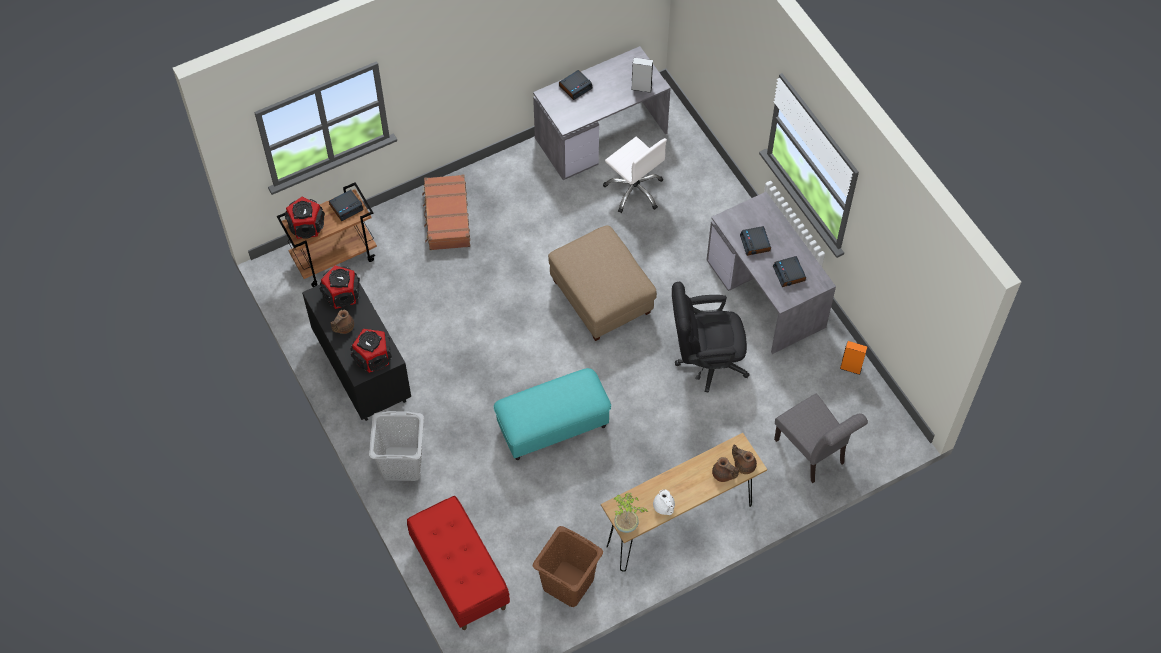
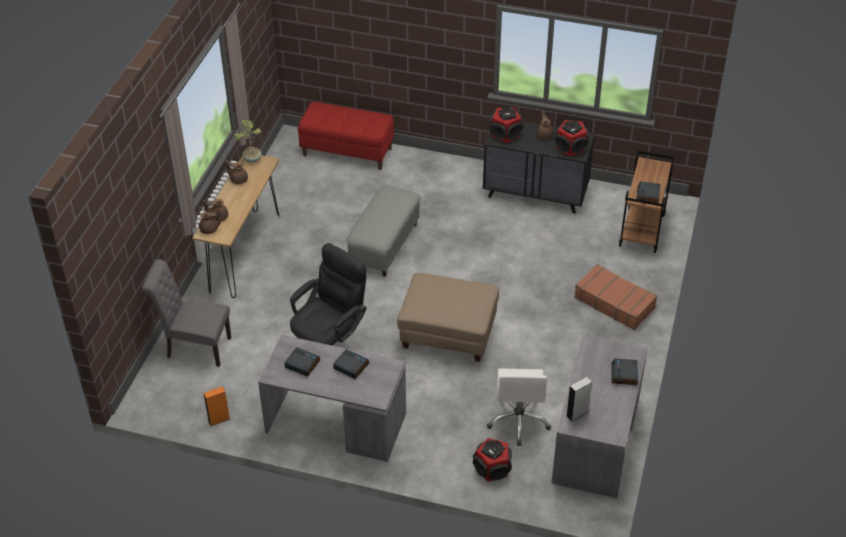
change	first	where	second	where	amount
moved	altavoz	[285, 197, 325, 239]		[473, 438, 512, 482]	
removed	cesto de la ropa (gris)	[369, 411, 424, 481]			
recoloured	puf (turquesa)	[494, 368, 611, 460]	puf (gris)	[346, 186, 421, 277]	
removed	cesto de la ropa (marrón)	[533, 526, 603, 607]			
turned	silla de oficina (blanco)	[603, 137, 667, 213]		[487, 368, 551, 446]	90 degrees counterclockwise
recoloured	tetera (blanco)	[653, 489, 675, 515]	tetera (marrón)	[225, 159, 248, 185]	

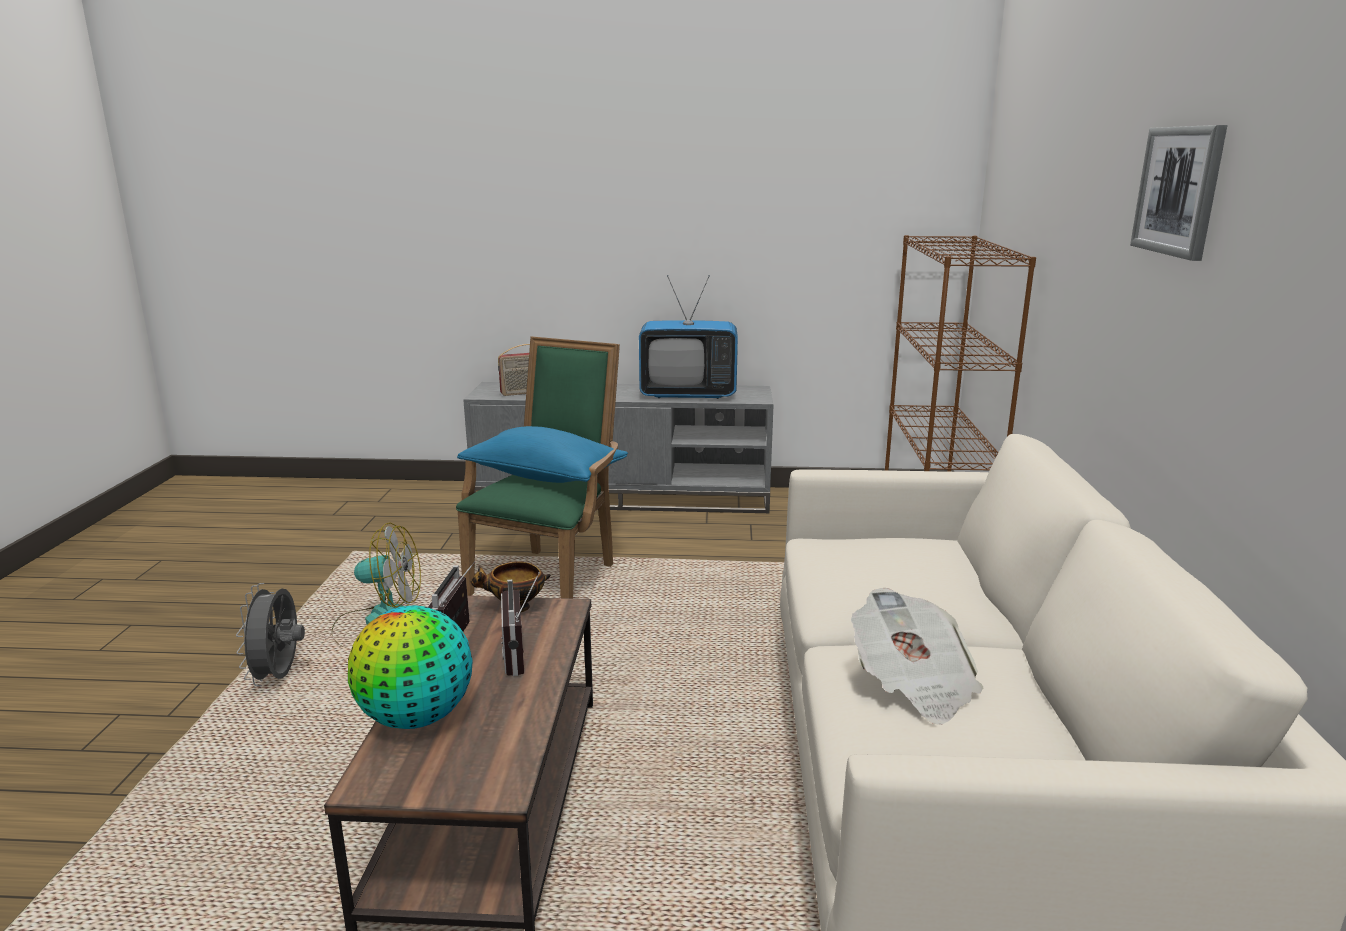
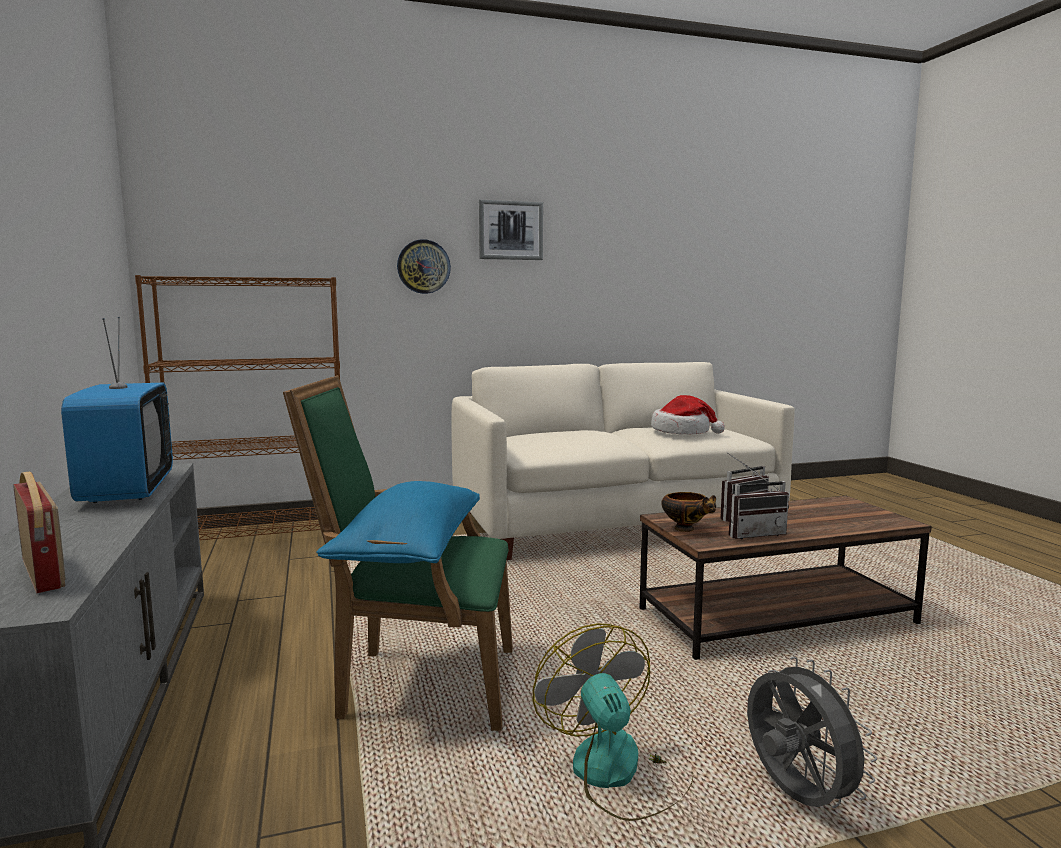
change	first	where	second	where	amount
turned	ventilador (gris)	[236, 583, 305, 686]		[747, 657, 877, 808]	90 degrees counterclockwise
removed	globo terráqueo	[348, 606, 473, 729]			
replaced	periódico	[851, 588, 984, 725]	sombrero	[651, 395, 725, 434]	
added			reloj de pared	[397, 239, 451, 294]	

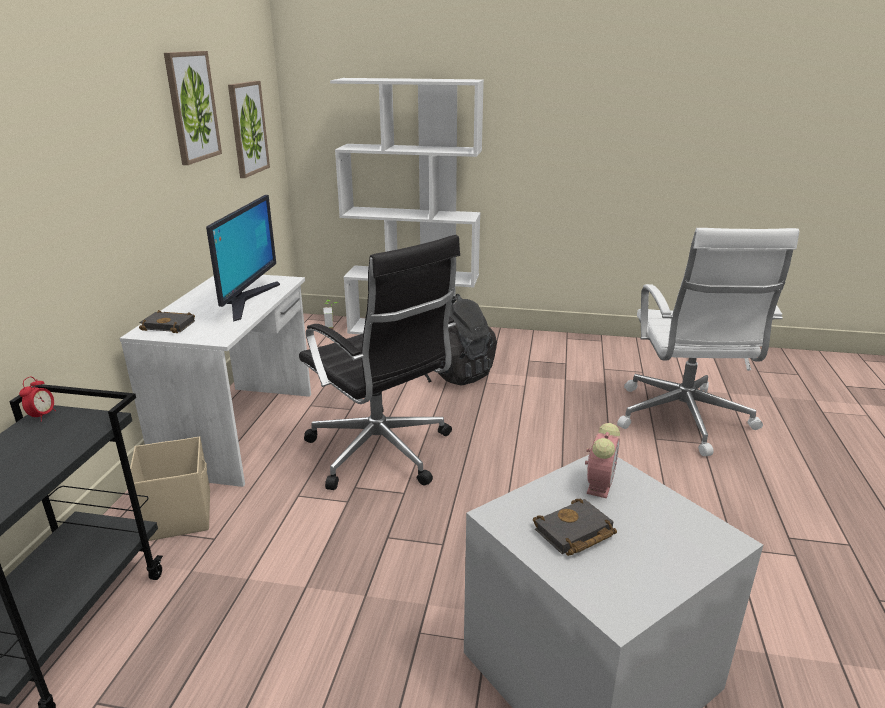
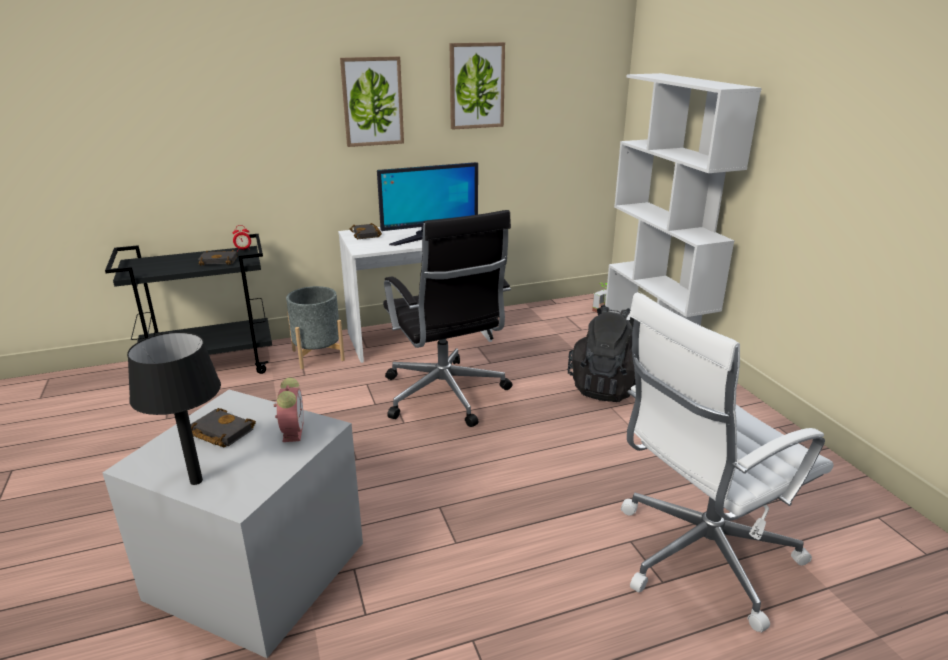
change	first	where	second	where	amount
replaced	caja de almacenaje (beis)	[130, 436, 210, 541]	maceta (gris)	[286, 286, 345, 369]	
moved	cuadro	[228, 81, 270, 178]		[340, 56, 404, 147]	
turned	silla de oficina (negro)	[299, 235, 460, 490]		[383, 210, 513, 427]	45 degrees counterclockwise
turned	despertador	[585, 423, 620, 499]		[274, 378, 304, 442]	90 degrees counterclockwise
added			lámpara de mesa (negro)	[127, 332, 221, 485]	
added			libro (negro)	[198, 250, 238, 265]	

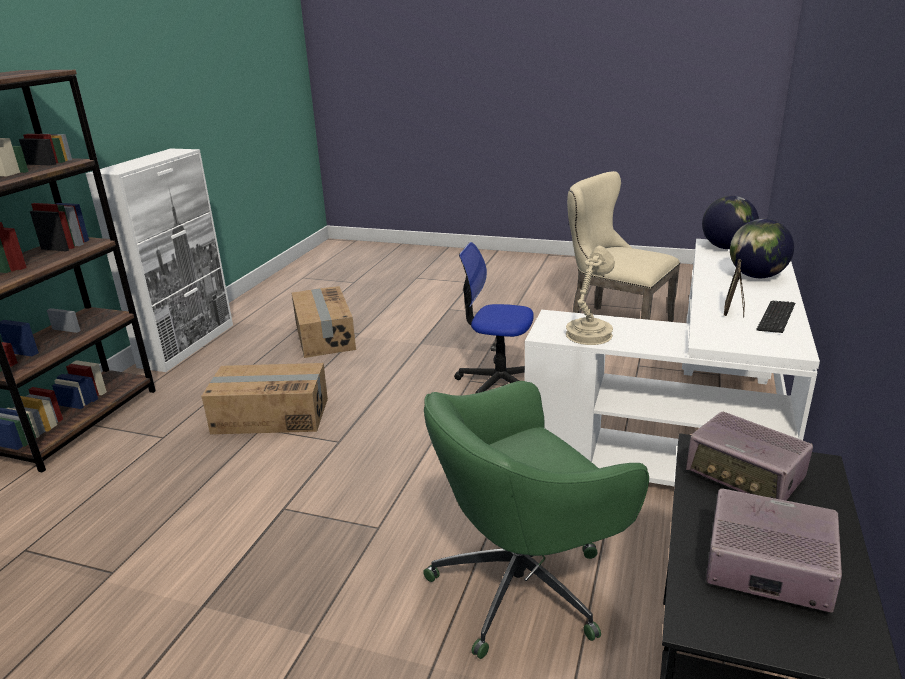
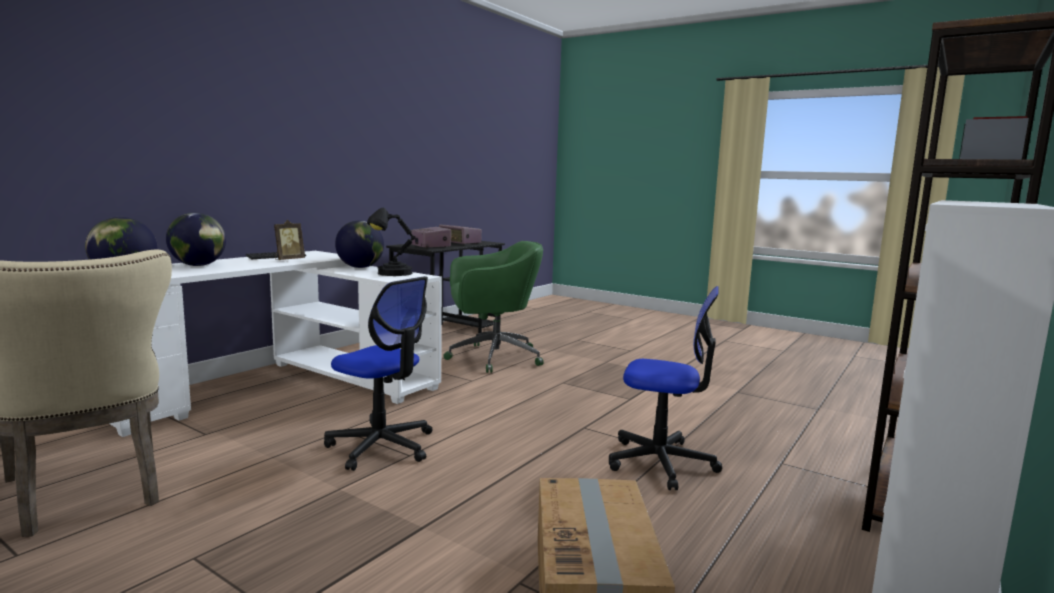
change	first	where	second	where	amount
replaced	caja de cartón	[201, 363, 328, 434]	silla de oficina	[609, 286, 722, 490]	
recoloured	lámpara de mesa (beis)	[566, 246, 615, 345]	lámpara de mesa (negro)	[367, 208, 416, 276]	
added			globo terráqueo	[335, 221, 384, 268]	

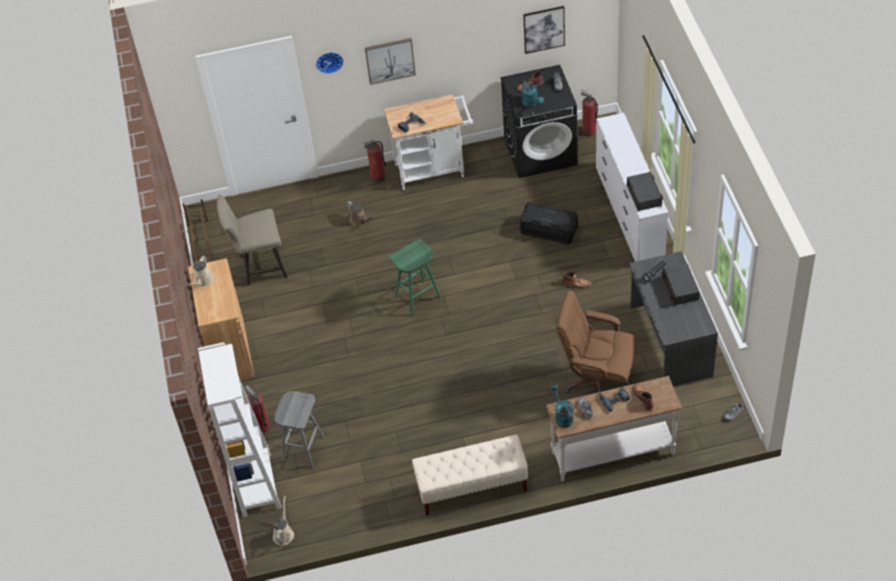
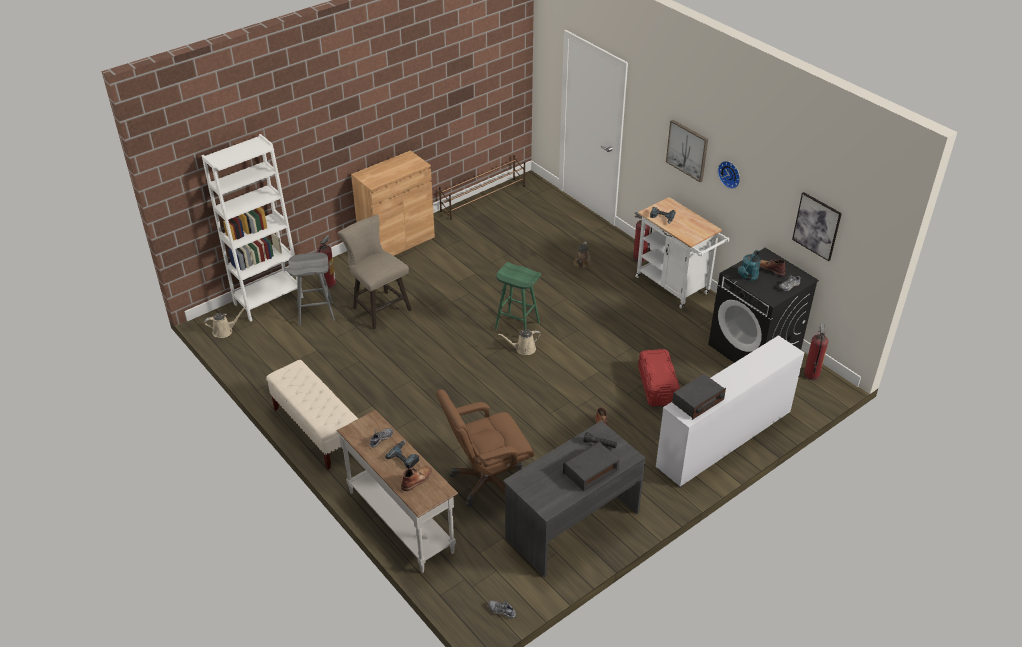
change	first	where	second	where	amount
moved	regadera (beis)	[189, 256, 214, 287]		[498, 330, 541, 355]	
moved	taburete (beis)	[217, 195, 288, 285]		[338, 215, 411, 329]	
moved	reloj de pared	[316, 52, 344, 74]		[718, 161, 740, 189]	
recoloured	caja de almacenaje (negro)	[520, 202, 578, 244]	caja de almacenaje (rojo)	[638, 349, 680, 406]	
removed	regadera (turquesa)	[550, 385, 574, 428]			
turned	silla de oficina (marrón)	[556, 290, 637, 393]		[436, 389, 534, 507]	105 degrees counterclockwise

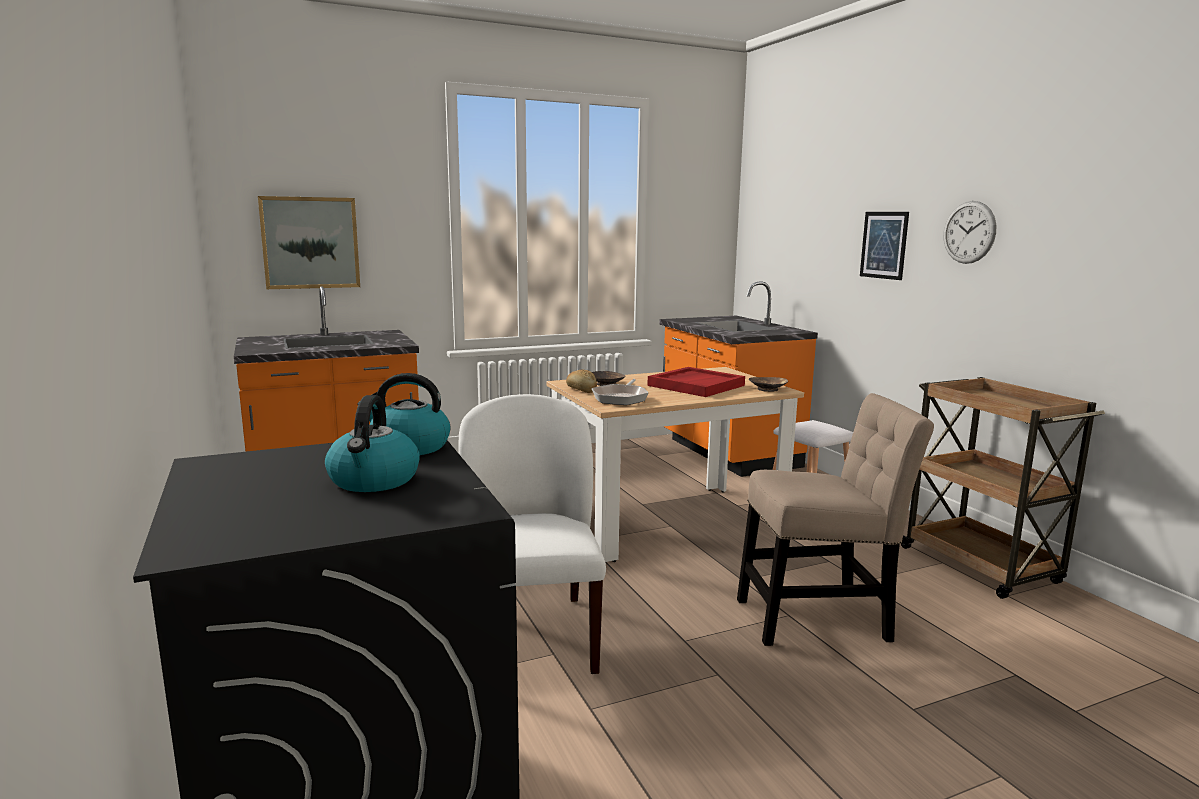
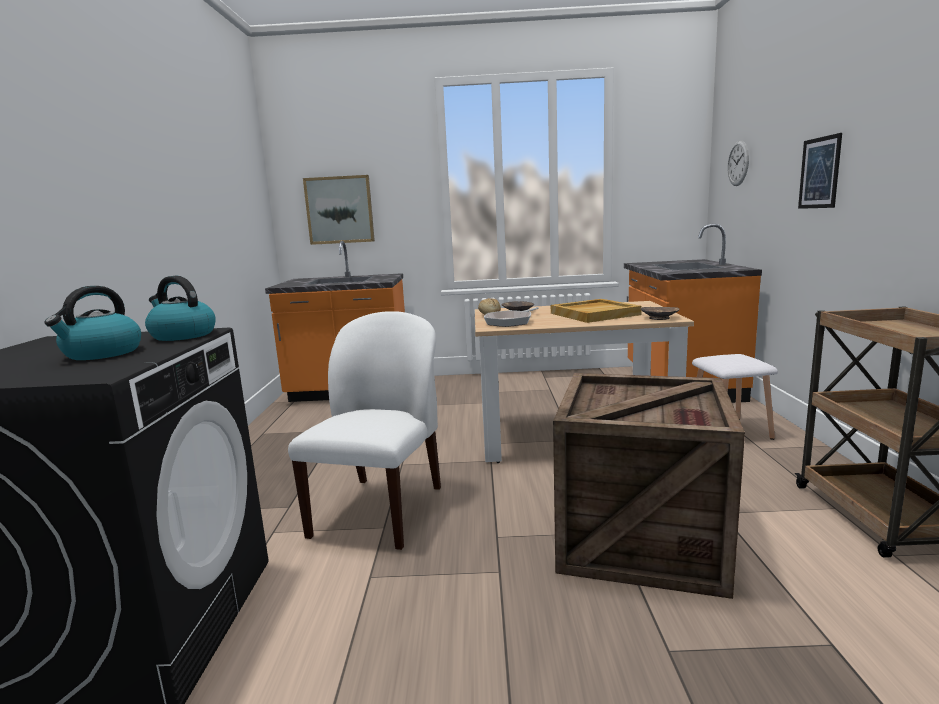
change	first	where	second	where	amount
recoloured	bandeja (rojo)	[647, 367, 745, 397]	bandeja (beis)	[551, 299, 642, 323]	
replaced	silla (beis)	[737, 393, 934, 646]	caja de embalaje	[553, 373, 745, 599]	
moved	reloj de pared	[944, 201, 996, 264]		[728, 141, 749, 186]	

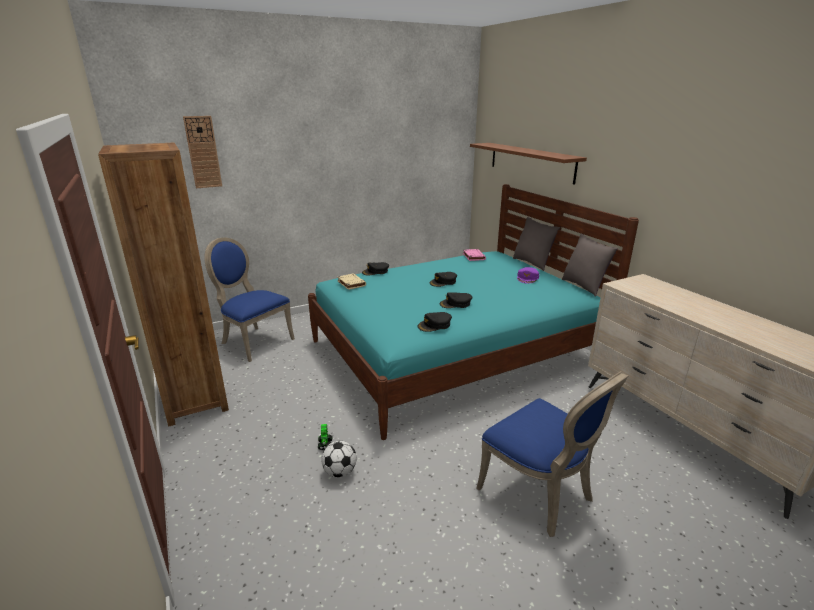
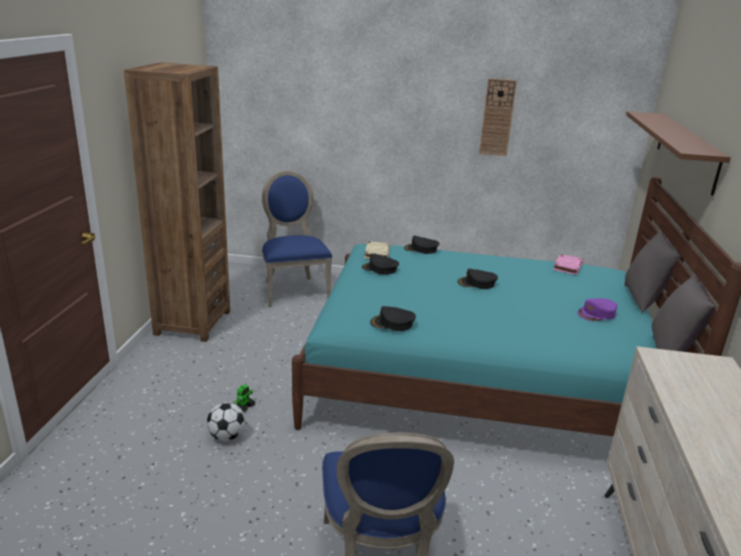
change	first	where	second	where	amount
moved	reloj de pared	[183, 116, 222, 188]		[479, 78, 517, 156]	
moved	gorra (negro)	[440, 292, 472, 308]		[362, 253, 399, 275]	

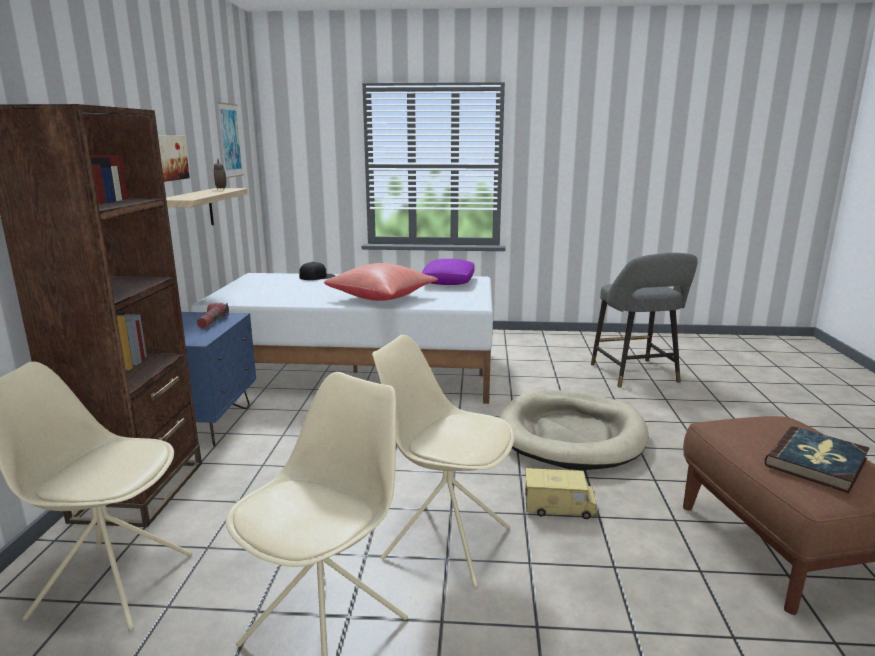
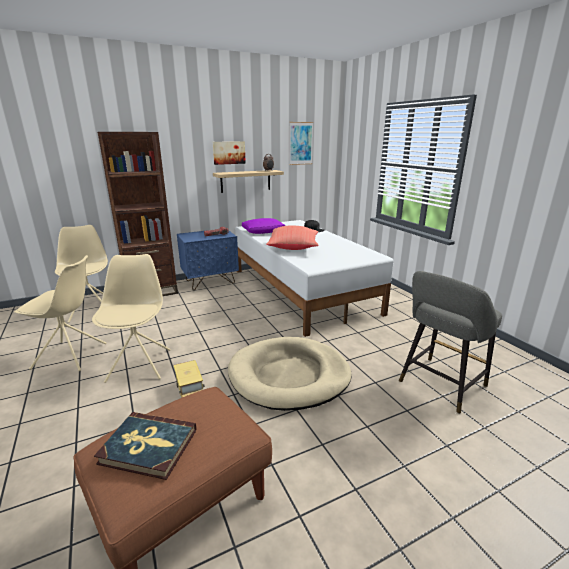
change	first	where	second	where	amount
moved	cojín (morado)	[422, 259, 475, 285]		[242, 218, 285, 234]	

